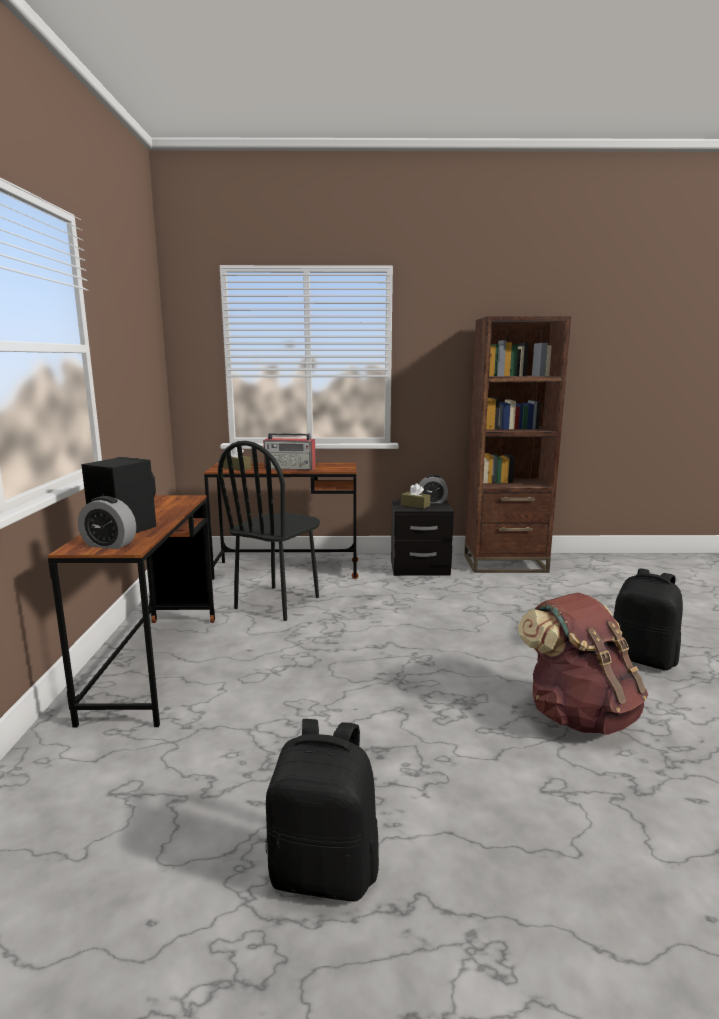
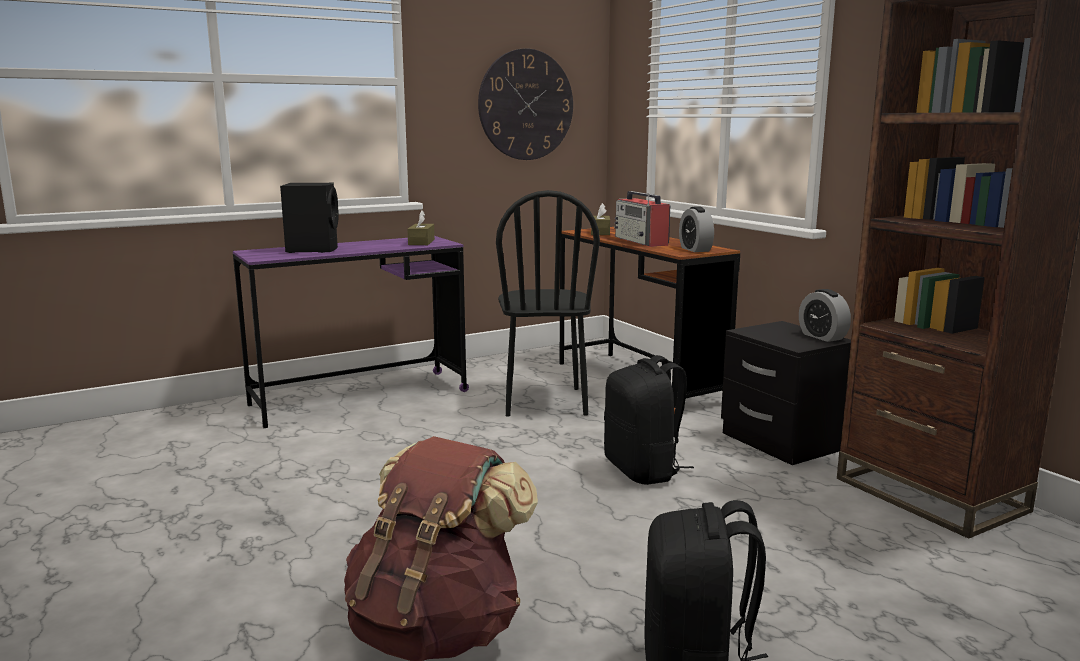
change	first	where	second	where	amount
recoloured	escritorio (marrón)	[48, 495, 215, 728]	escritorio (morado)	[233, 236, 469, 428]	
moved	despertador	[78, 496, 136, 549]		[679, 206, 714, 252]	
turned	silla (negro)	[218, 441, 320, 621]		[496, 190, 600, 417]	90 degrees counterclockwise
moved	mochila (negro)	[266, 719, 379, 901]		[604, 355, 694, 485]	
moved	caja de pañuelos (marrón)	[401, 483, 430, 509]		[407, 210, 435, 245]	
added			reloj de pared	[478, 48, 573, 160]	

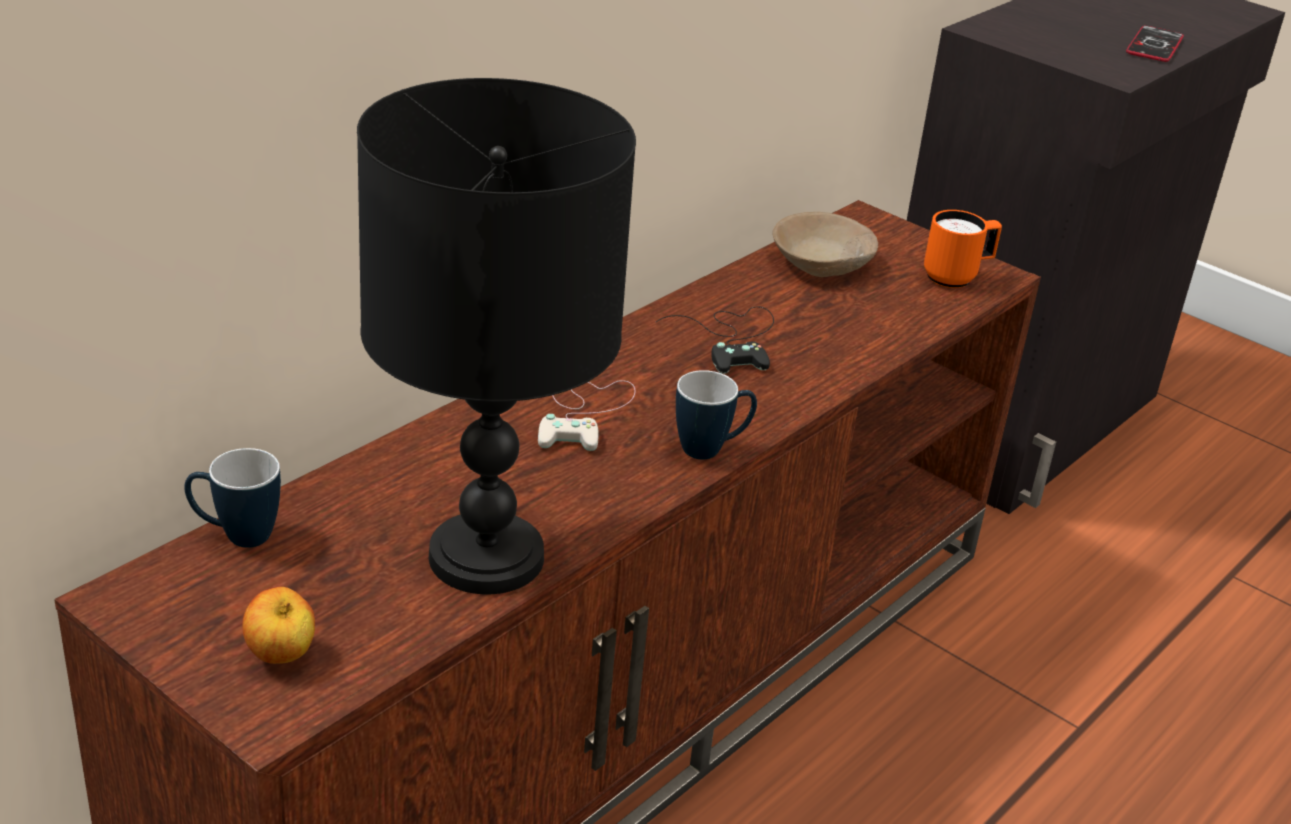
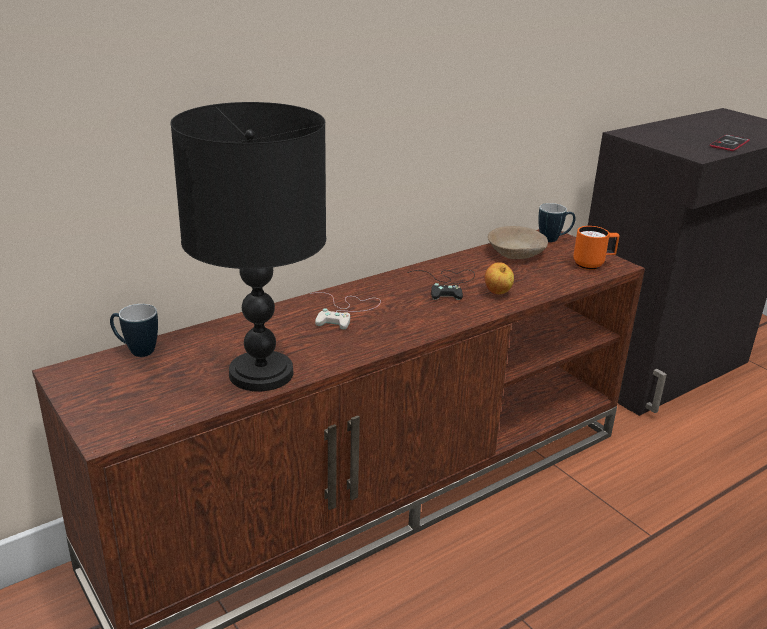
change	first	where	second	where	amount
moved	manzana	[242, 587, 315, 664]		[484, 262, 514, 295]	
moved	taza grande	[676, 370, 757, 460]		[539, 203, 576, 242]	

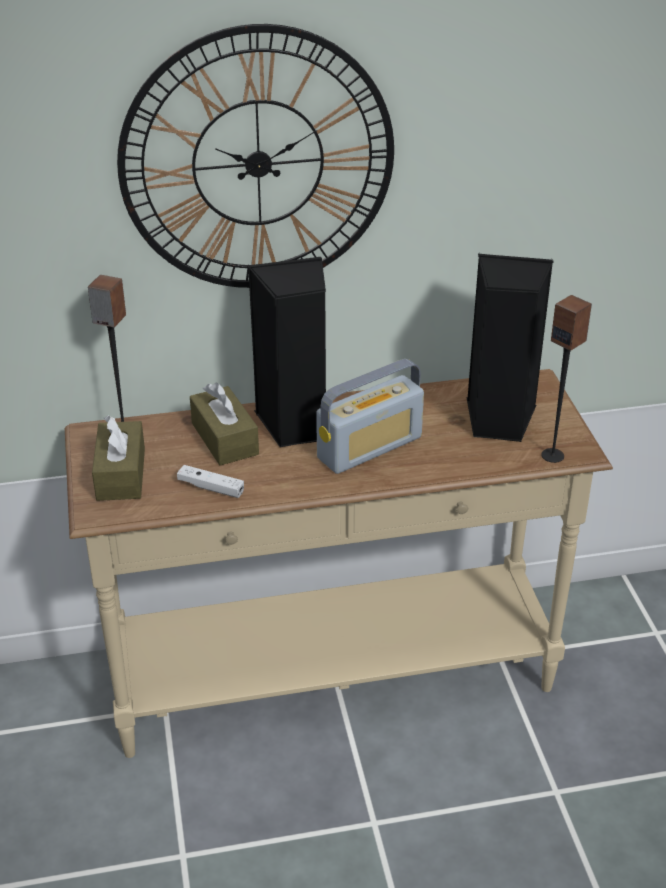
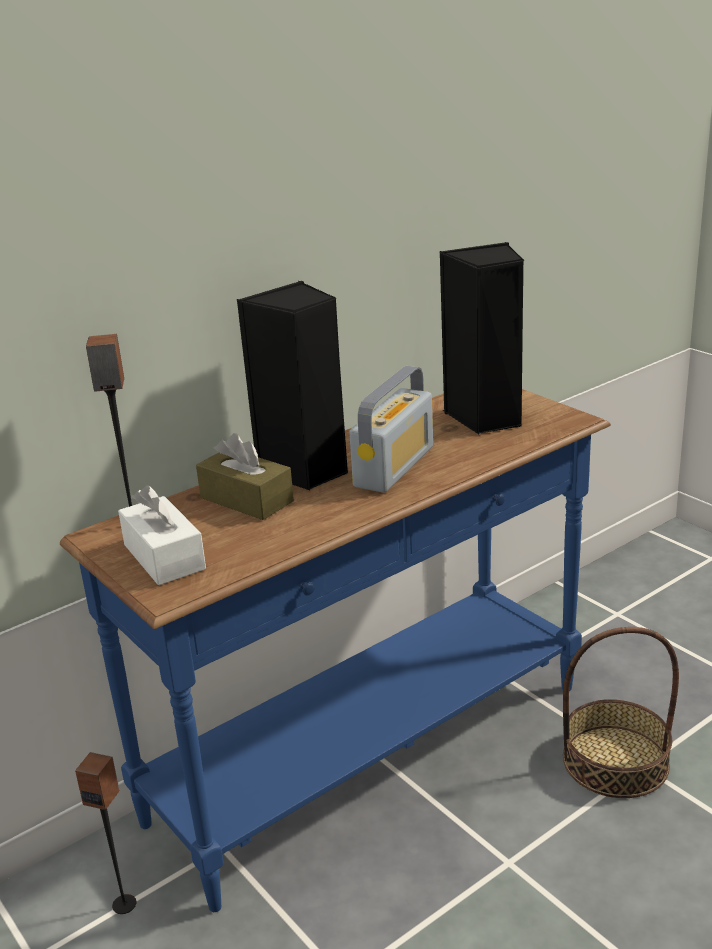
change	first	where	second	where	amount
recoloured	mesa consola (beis)	[65, 369, 613, 758]	mesa consola (azul)	[60, 389, 611, 912]	
recoloured	caja de pañuelos (marrón)	[92, 416, 145, 501]	caja de pañuelos (blanco)	[118, 485, 206, 585]	
removed	reloj de pared	[117, 24, 394, 288]			
removed	mando de consola (blanco)	[177, 465, 244, 498]			
moved	altavoz	[541, 295, 592, 463]		[75, 752, 136, 914]	
added			cesta	[563, 627, 679, 798]	

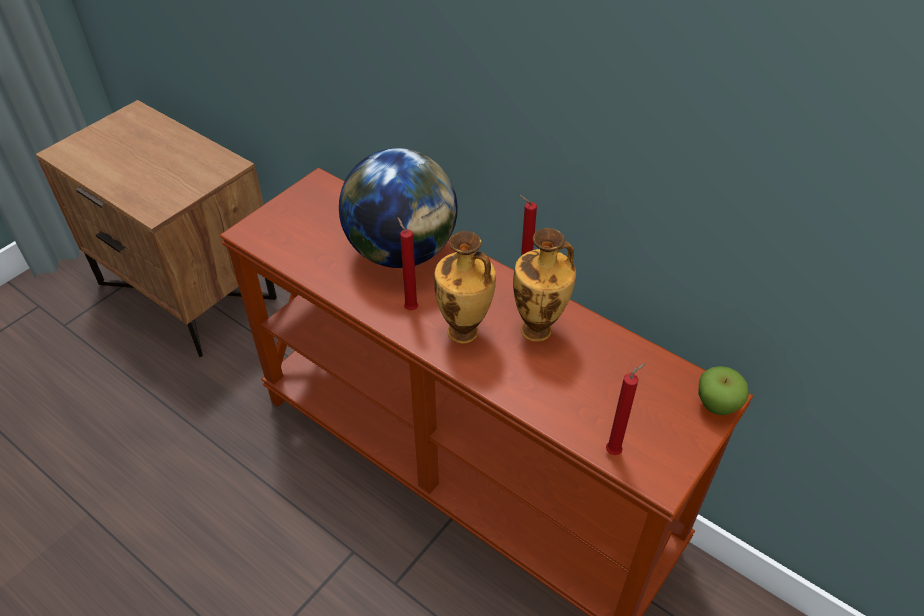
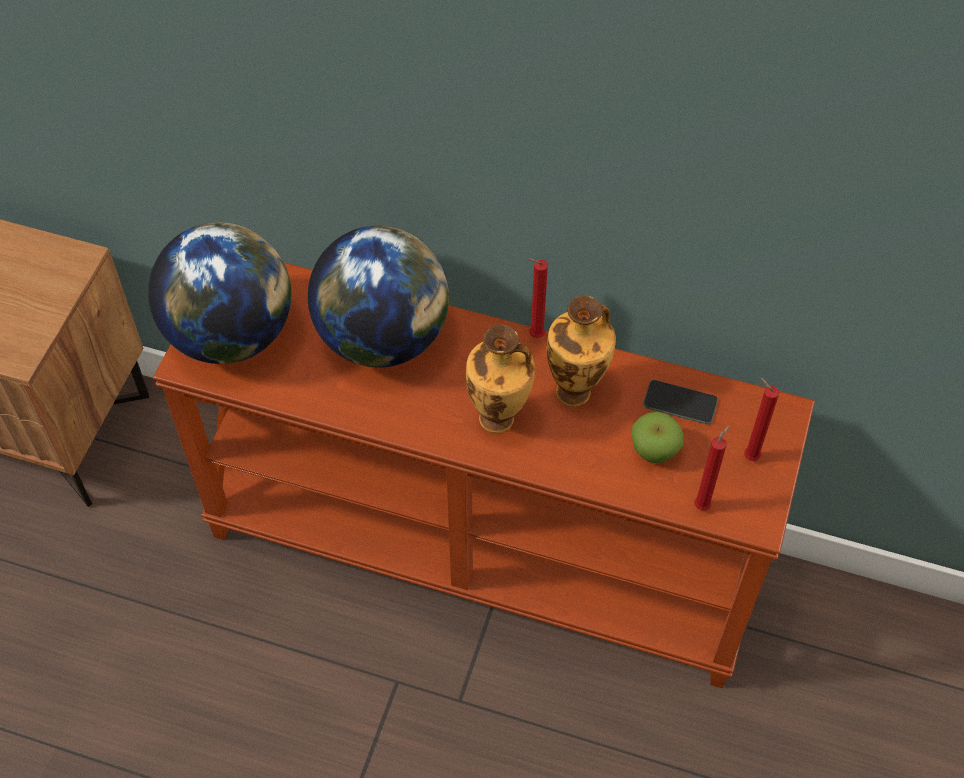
change	first	where	second	where	amount
moved	vela (rojo)	[397, 217, 418, 310]		[744, 377, 780, 461]	
moved	manzana	[698, 366, 749, 415]		[631, 412, 684, 463]	
added			globo terráqueo	[148, 222, 291, 364]	
added			móvil	[643, 380, 718, 424]	

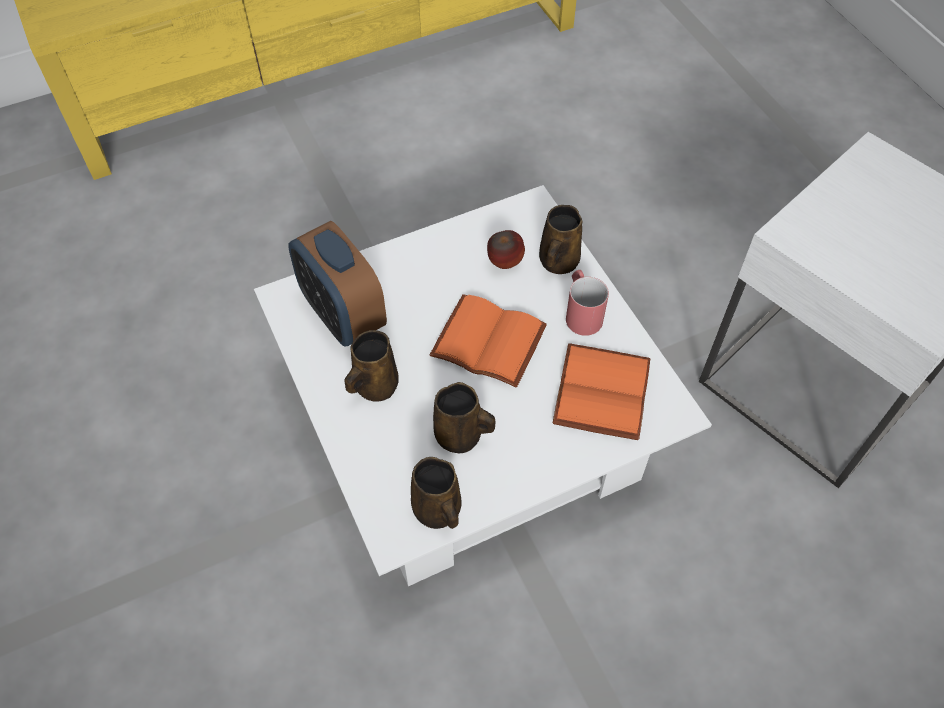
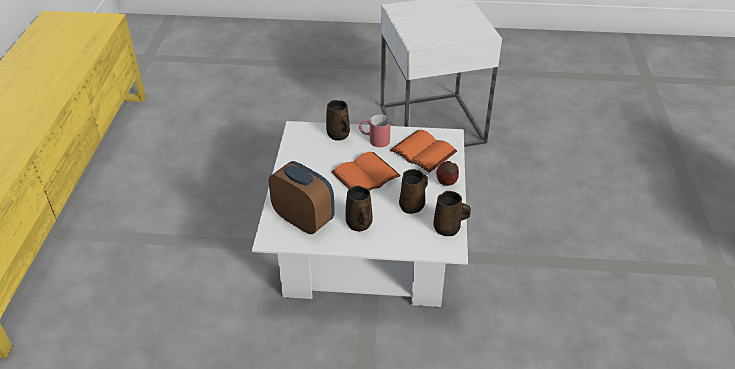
change	first	where	second	where	amount
turned	despertador	[288, 221, 387, 347]		[269, 161, 335, 234]	135 degrees counterclockwise
moved	manzana	[487, 230, 525, 269]		[436, 161, 459, 186]	

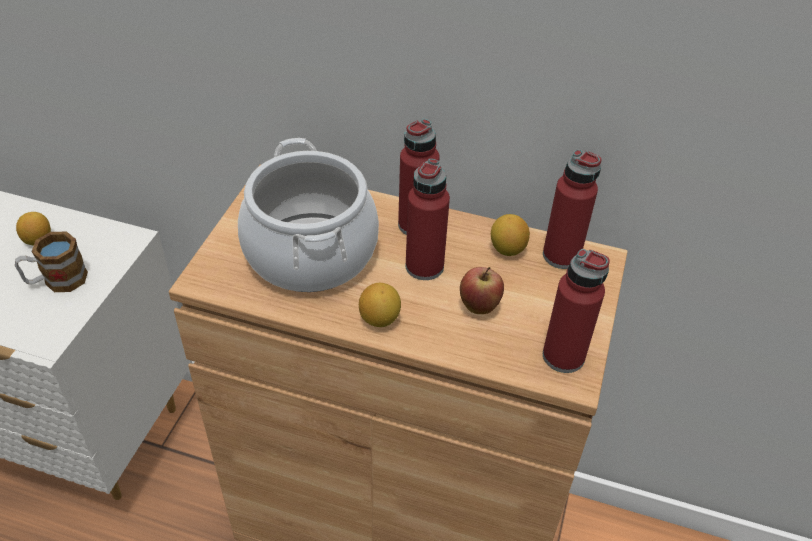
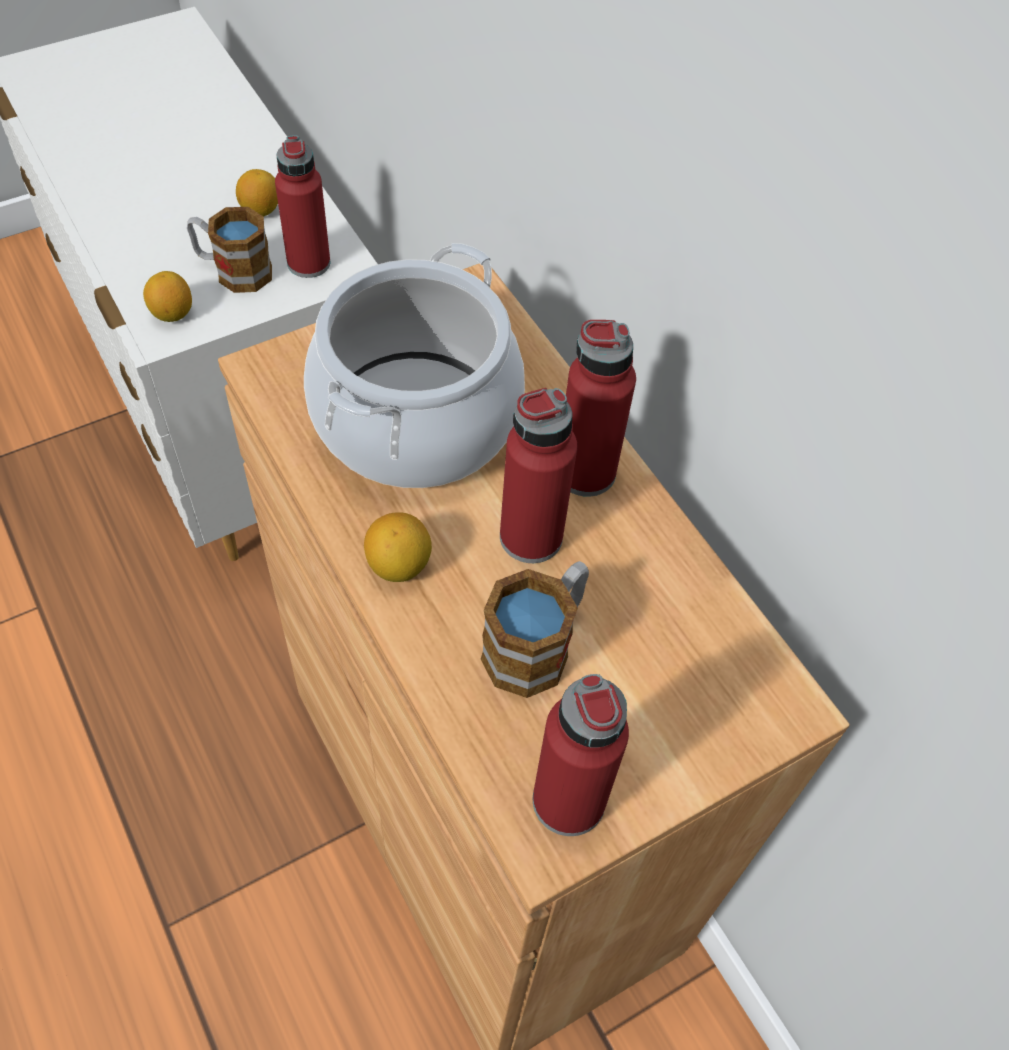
change	first	where	second	where	amount
replaced	manzana	[460, 267, 504, 314]	taza grande	[481, 561, 589, 698]	
moved	limón	[491, 214, 530, 256]		[143, 271, 192, 322]	
moved	botella (rojo)	[543, 149, 602, 269]		[275, 136, 330, 278]	

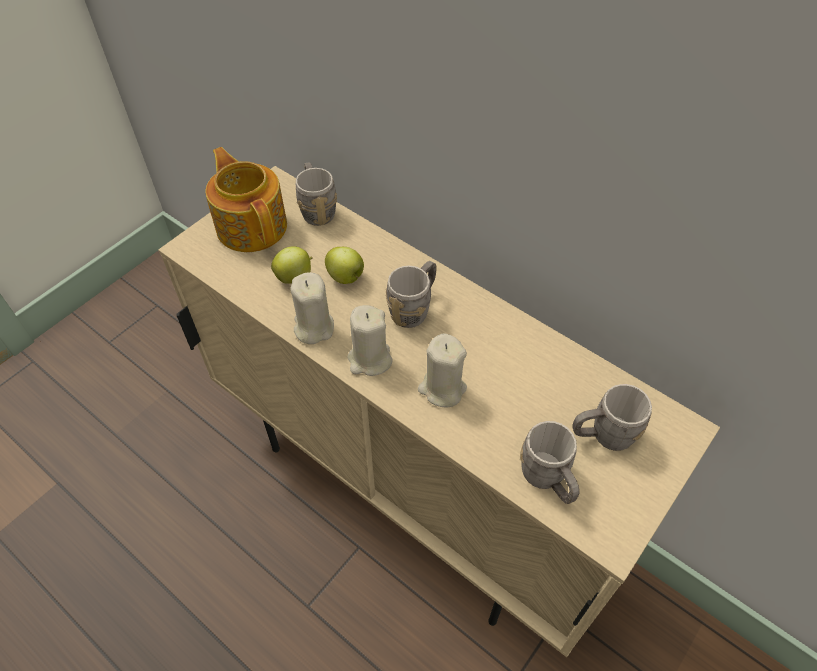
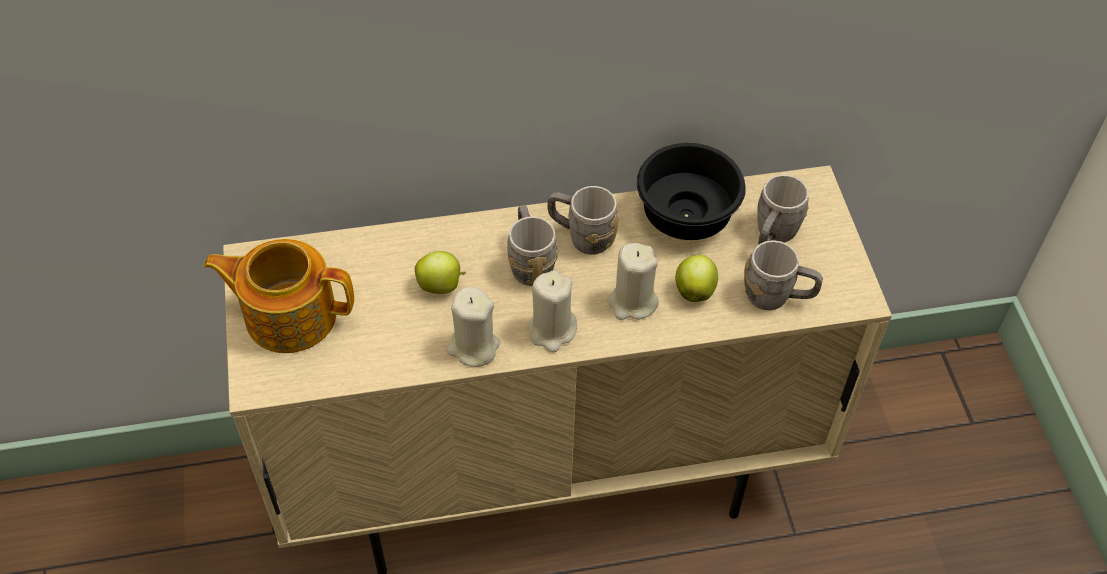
change	first	where	second	where	amount
moved	manzana	[271, 246, 312, 284]		[675, 255, 718, 302]	
moved	taza grande (gris)	[296, 162, 337, 226]		[547, 186, 619, 255]	
added			cuenco (negro)	[637, 143, 746, 240]	

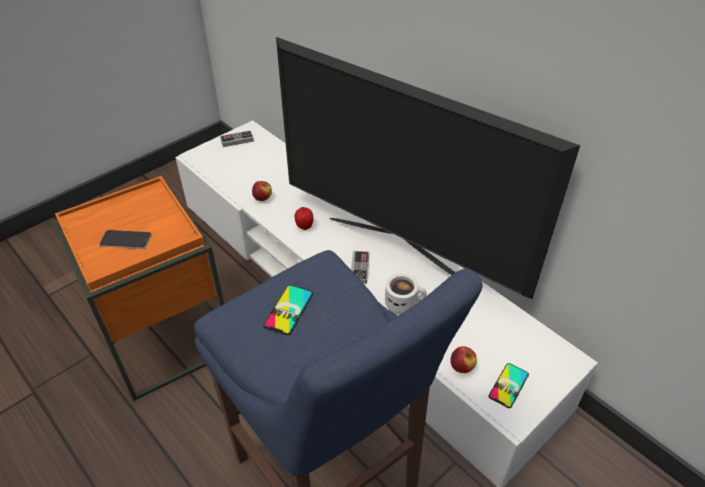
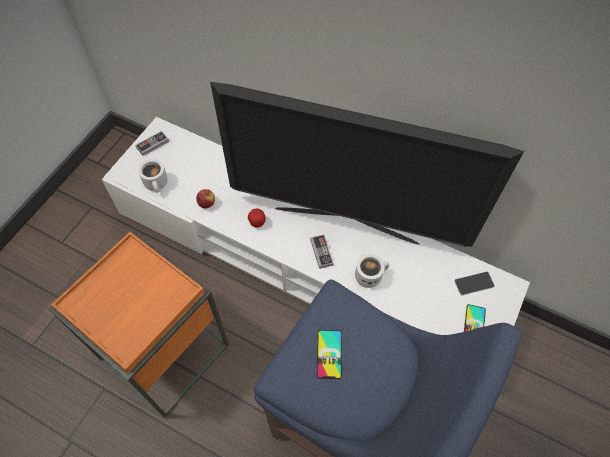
change	first	where	second	where	amount
moved	móvil	[99, 230, 152, 249]		[454, 272, 495, 295]	
removed	manzana	[450, 346, 477, 373]			
added			taza grande (blanco)	[138, 159, 168, 193]	

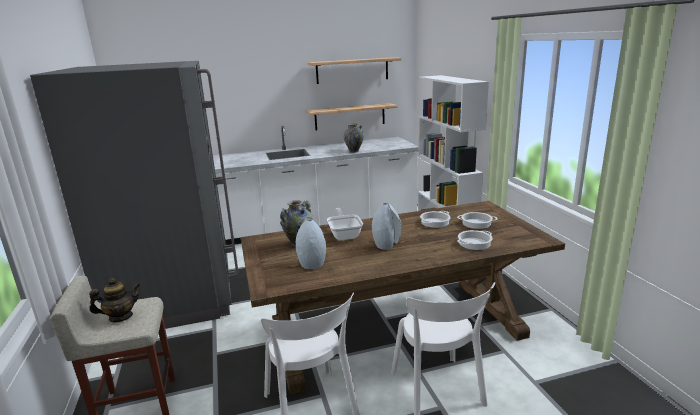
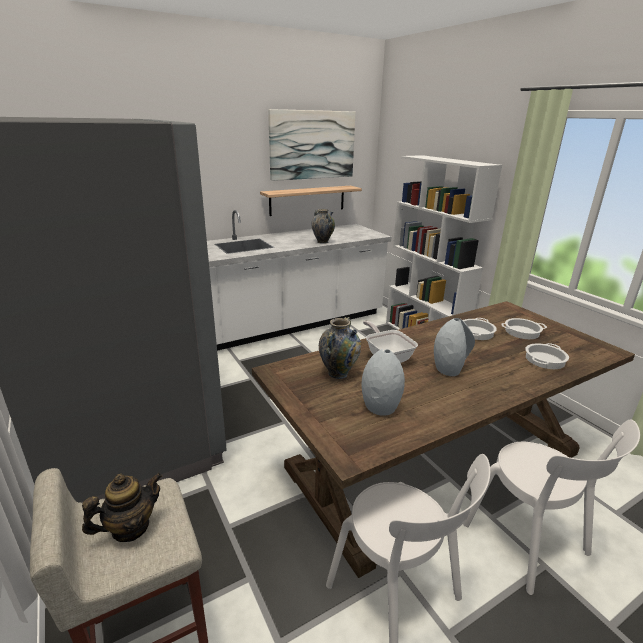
change	first	where	second	where	amount
replaced	estante	[308, 57, 401, 84]	cuadro	[268, 109, 356, 181]	

